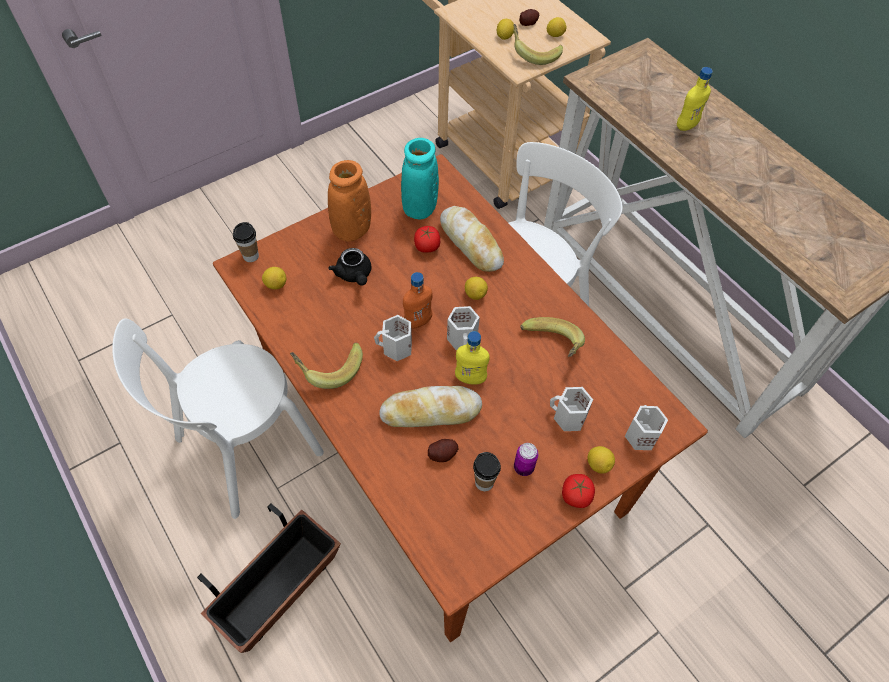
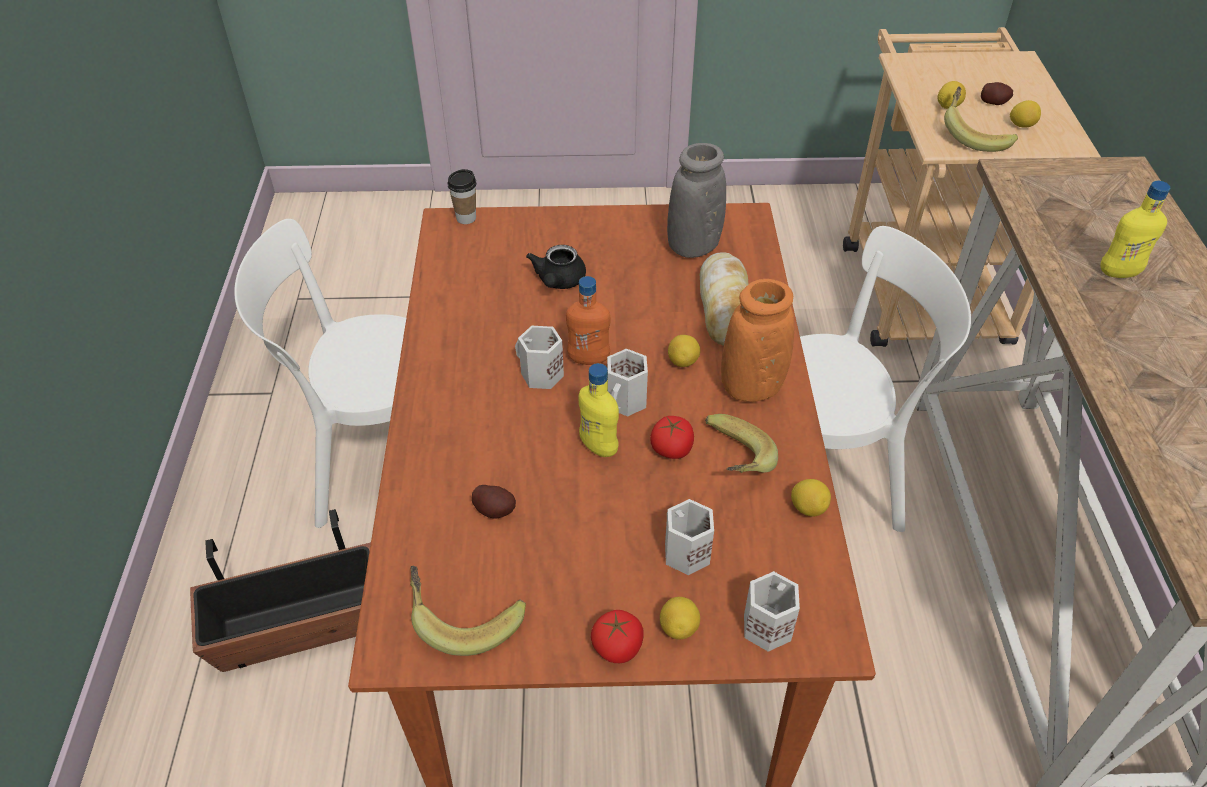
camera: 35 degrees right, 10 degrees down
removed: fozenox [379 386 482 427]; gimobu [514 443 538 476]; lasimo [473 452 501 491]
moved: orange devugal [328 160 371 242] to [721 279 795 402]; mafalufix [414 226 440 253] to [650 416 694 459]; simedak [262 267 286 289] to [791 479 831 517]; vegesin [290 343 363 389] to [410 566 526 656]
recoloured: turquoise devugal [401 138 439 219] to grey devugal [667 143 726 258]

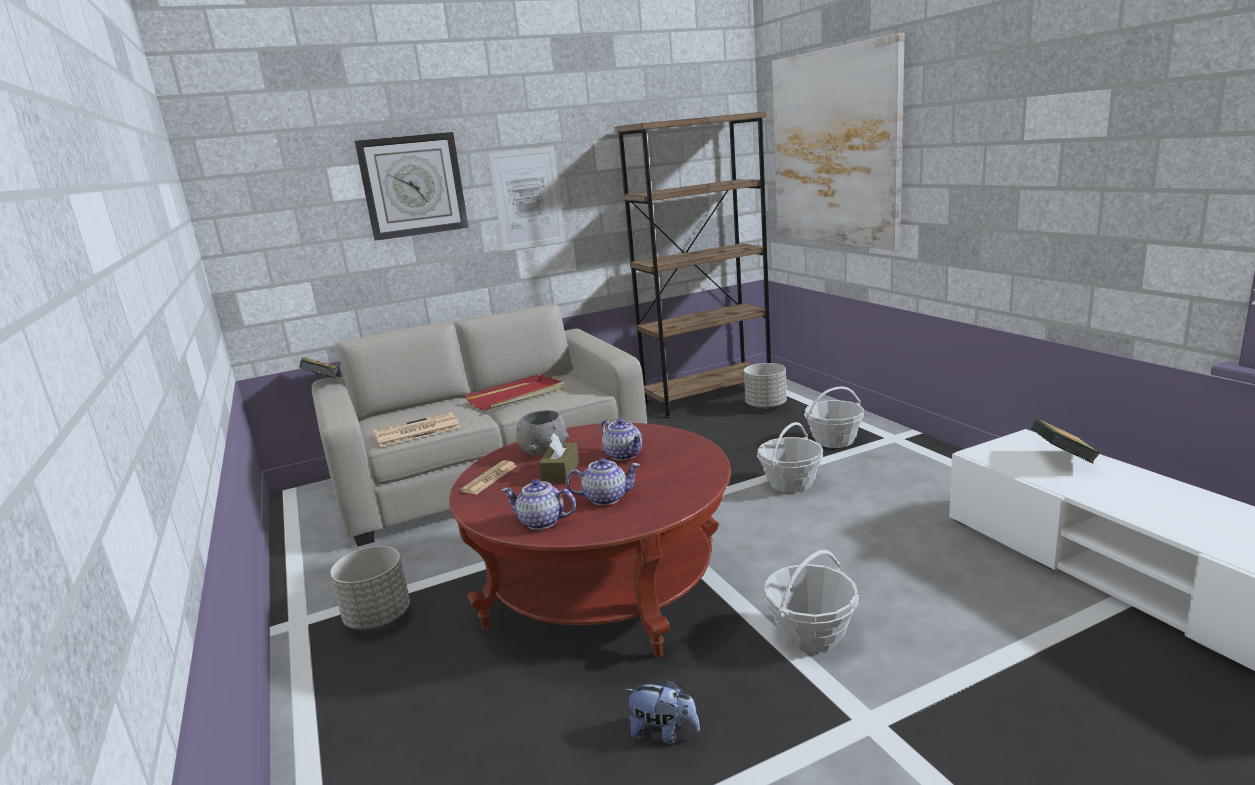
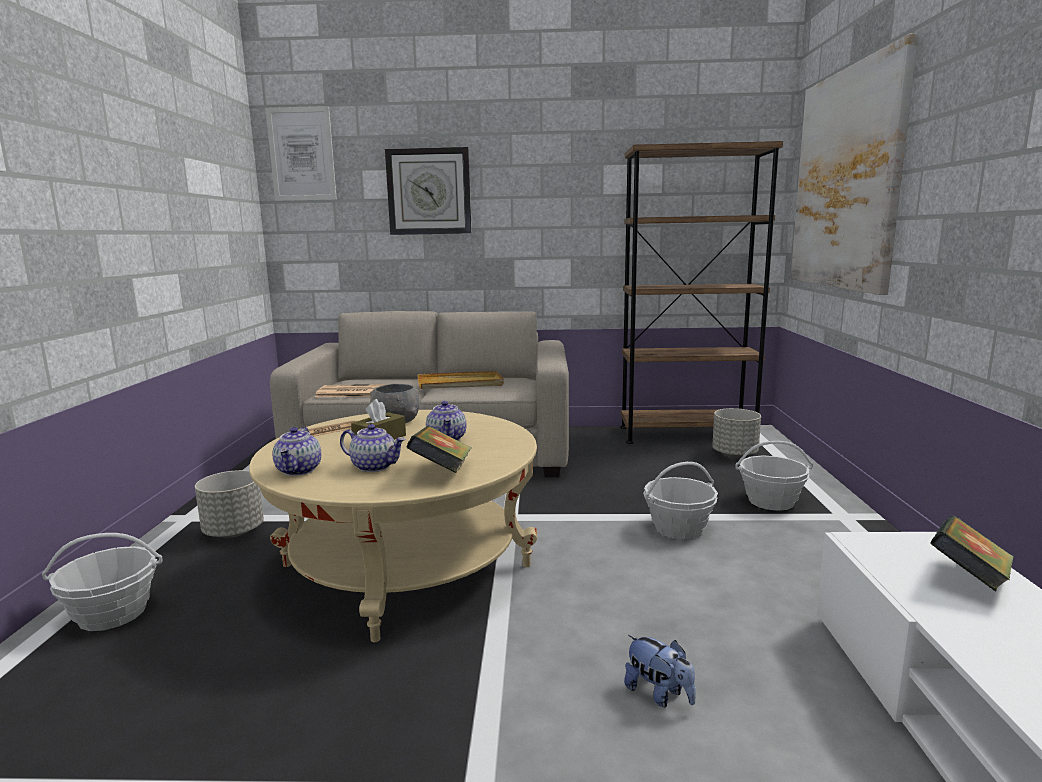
camera: 25 degrees right, 5 degrees down
moved: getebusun [488 146 565 251] to [265 106 337 201]; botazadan [299 358 339 378] to [406 426 471 473]; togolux [764 550 859 653] to [42 533 162 631]; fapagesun [624 679 700 744] to [624 635 696 707]
recoloured: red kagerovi [465 374 564 411] to beige kagerovi [417 371 504 389]; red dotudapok [449 423 731 658] to beige dotudapok [249 410 537 643]
turned: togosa [502 479 576 530] = [273 427 321 476] 135 degrees counterclockwise

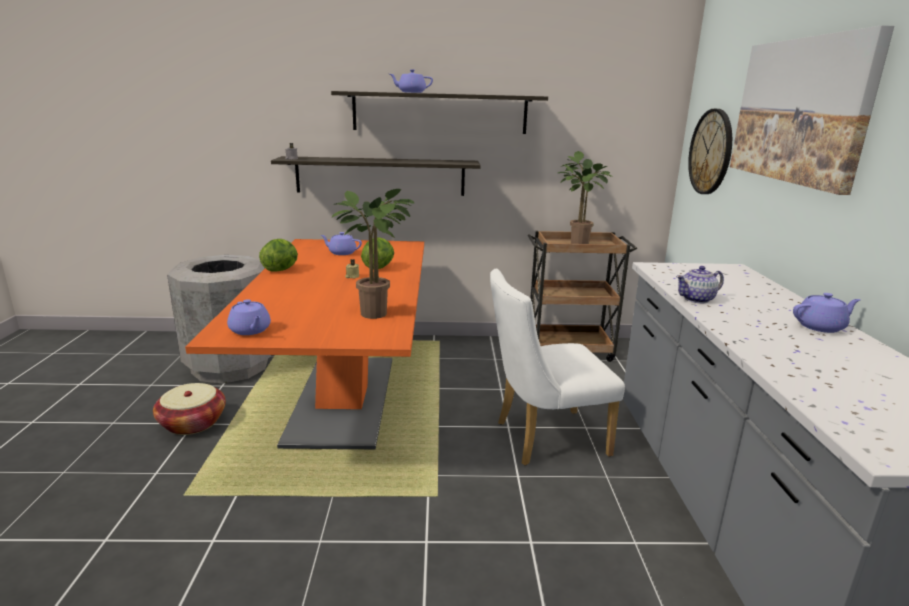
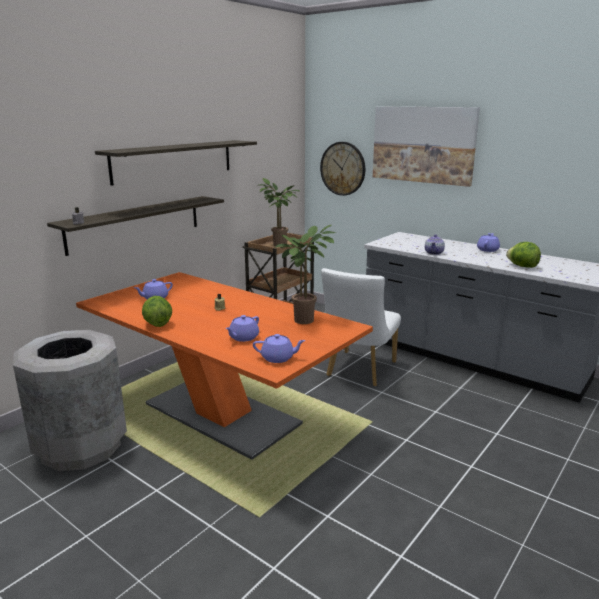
camera: 50 degrees left, 0 degrees up
removed: togolux [153 383 226 435]
moved: purple togosa [390 69 433 93] to [226 315 259 342]; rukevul [361 237 394 269] to [506 242 541 268]

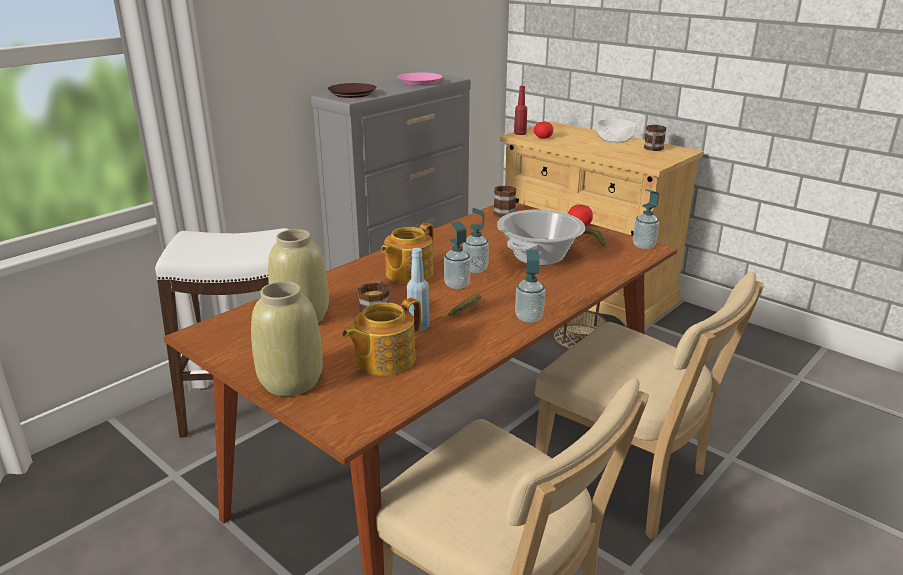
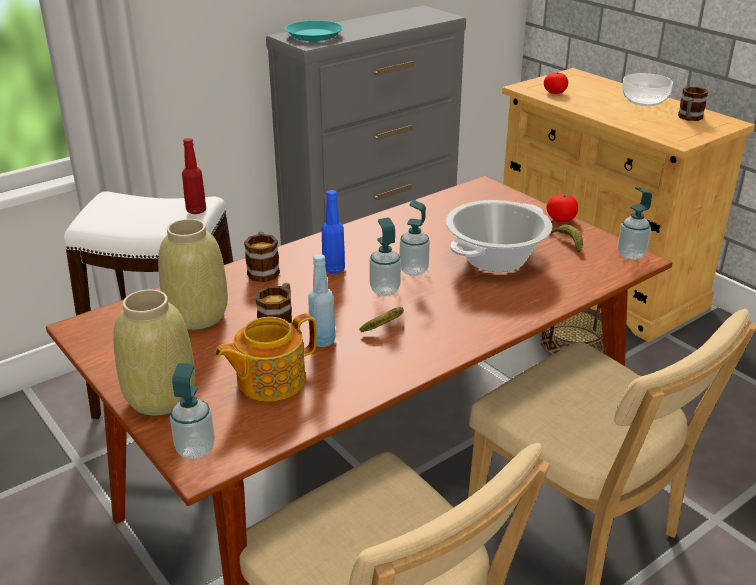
camera: 10 degrees right, 5 degrees up
removed: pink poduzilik [398 73 443 86]
moved: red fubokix [514 86 527 135] to [182 138 206 214]; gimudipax [494 185 516 218] to [244 231 280 282]; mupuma [515 250 545 323] to [170 363 215 459]
replaced: togosa [381 223 434 283] to blue fubokix [322 190 345 274]
recoloured: brown poduzilik [328 83 376 98] to turquoise poduzilik [285 20 343 41]

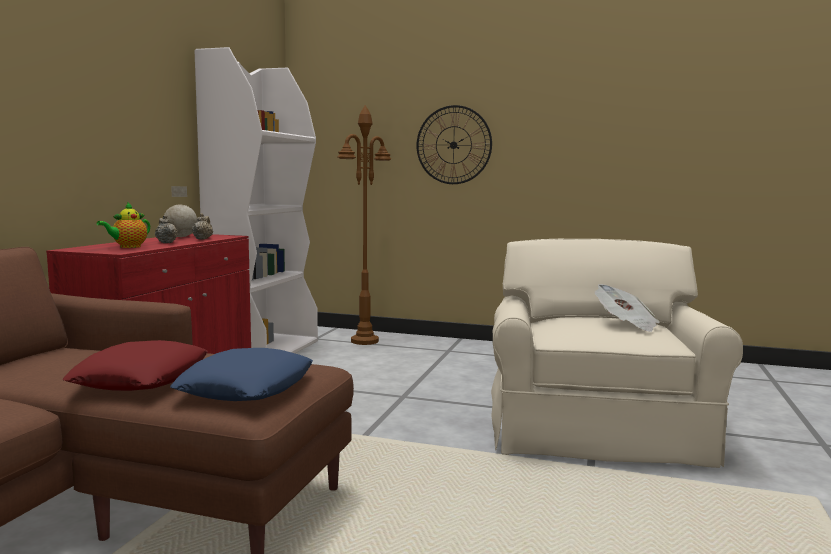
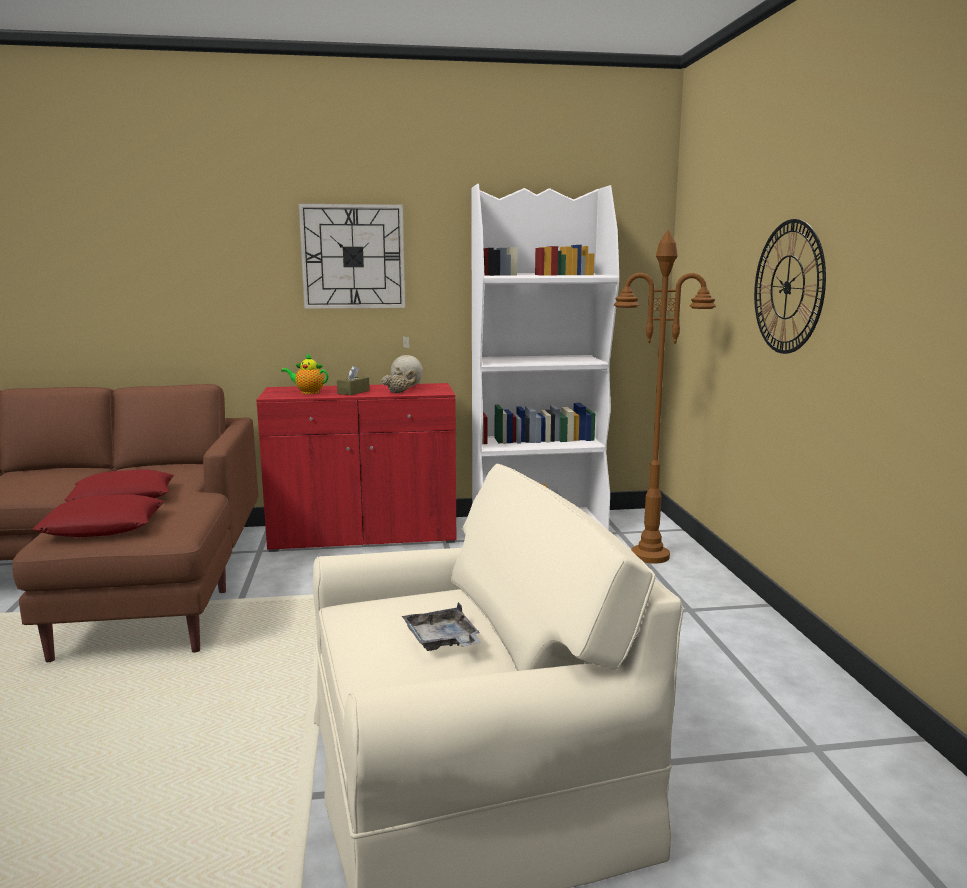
camera: 65 degrees right, 5 degrees up
added: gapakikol [299 204 405 309]
replaced: beige togosa [155 215 178 243] to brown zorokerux [337 365 370 395]; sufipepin [595 284 660 332] to grey kagerovi [402 602 481 651]
recoloured: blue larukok [170 348 313 401] to red larukok [33 494 164 537]

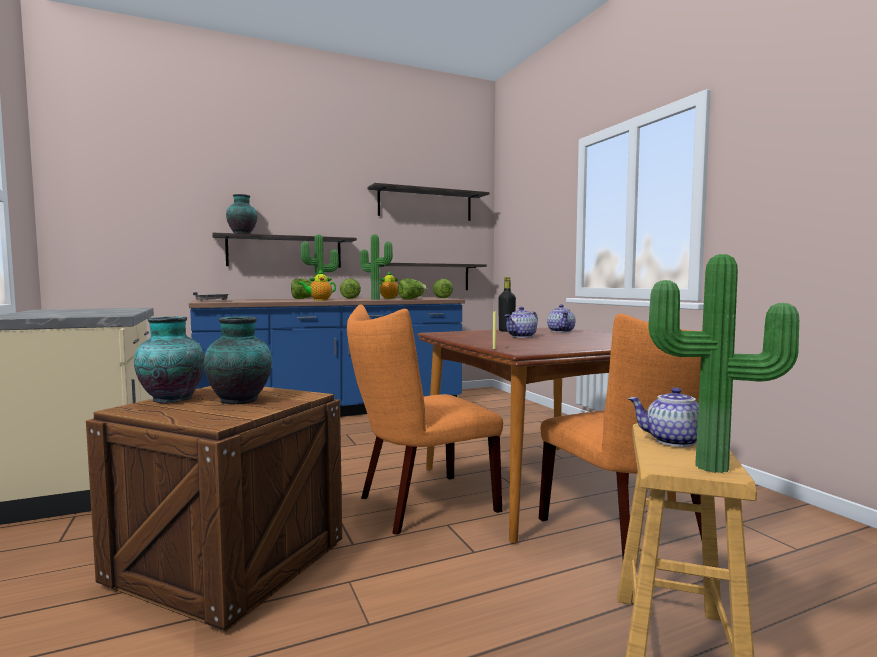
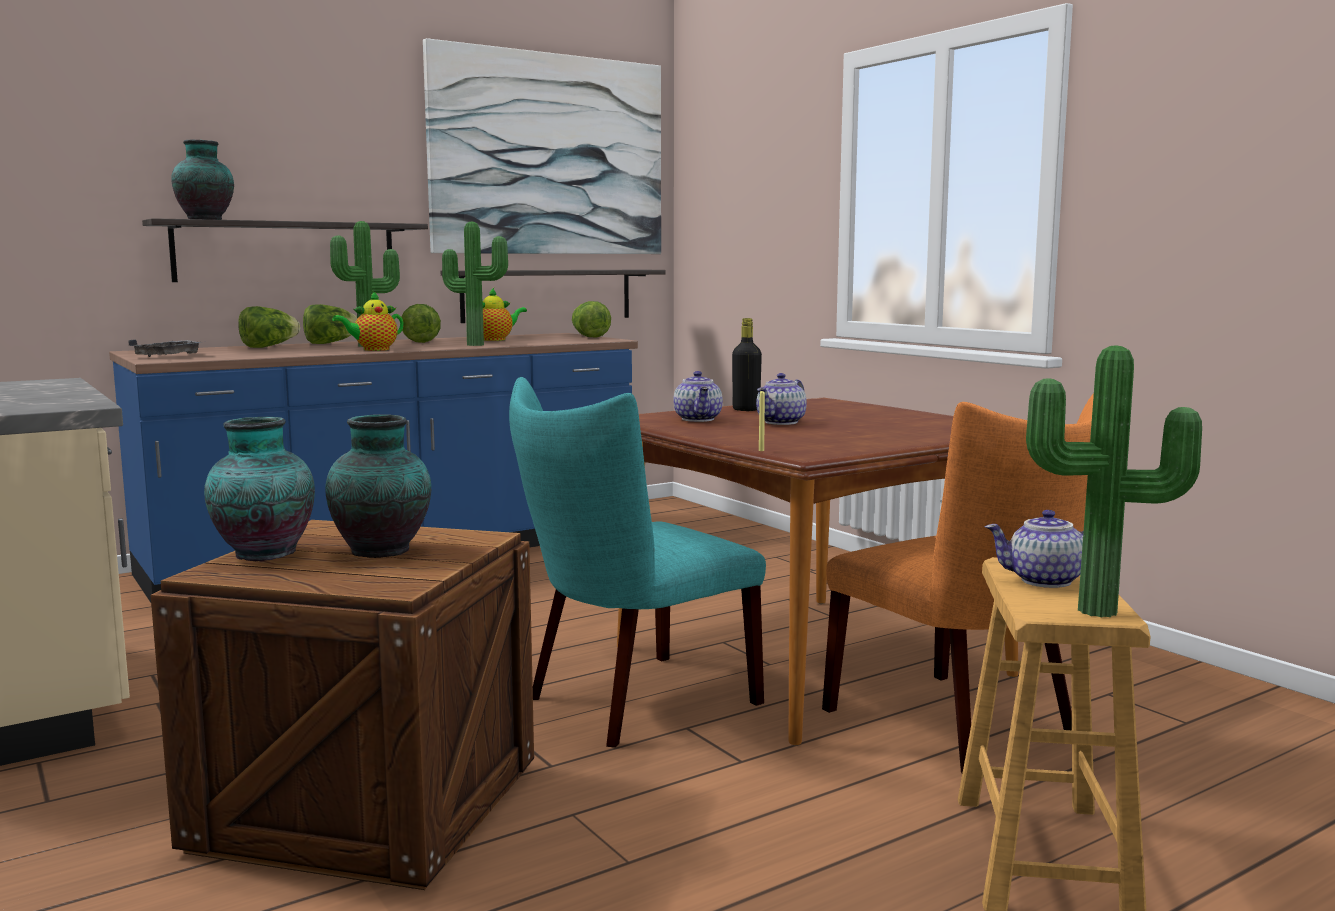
camera: 10 degrees left, 5 degrees up
moved: rukevul [398 279 427 299] to [238 306 300 348]; togosa [547 304 575 332] to [673 371 723 422]
replaced: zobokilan [368 183 490 221] to getebusun [423 38 661 254]
recoloured: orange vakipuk [347 305 503 535] to turquoise vakipuk [509 377 766 748]

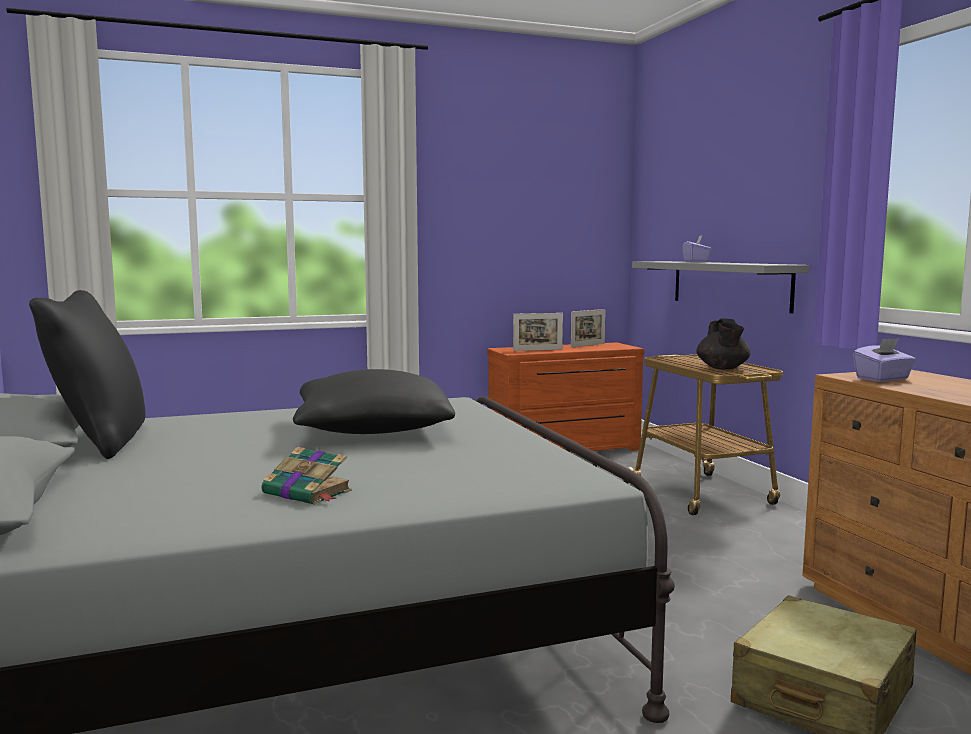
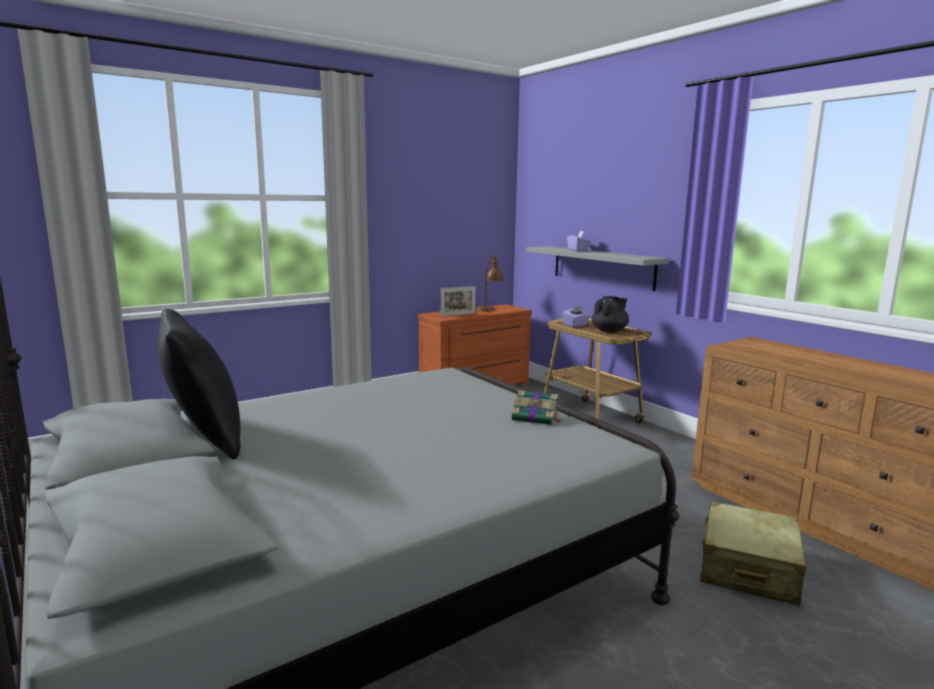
camera: 15 degrees left, 5 degrees up
removed: black larukok [293 369 455 434]
moved: purple zorokerux [853 338 916 382] to [562 305 590 327]; botazadan [262 447 351 505] to [512 390 561 425]
replaced: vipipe [571 309 606 348] to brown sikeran [477 256 503 311]
turned: black togosa [696 318 750 370] = [591 296 629 333] 120 degrees counterclockwise

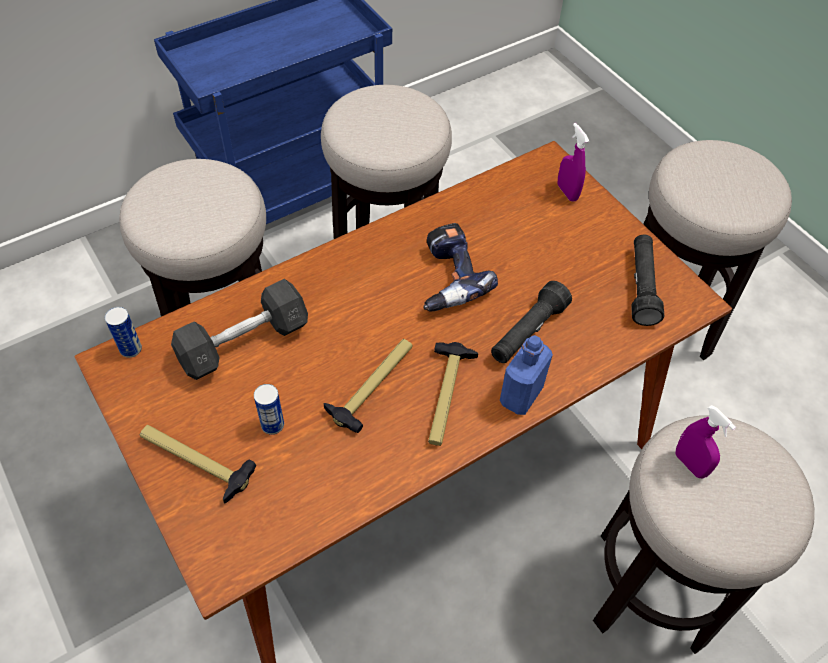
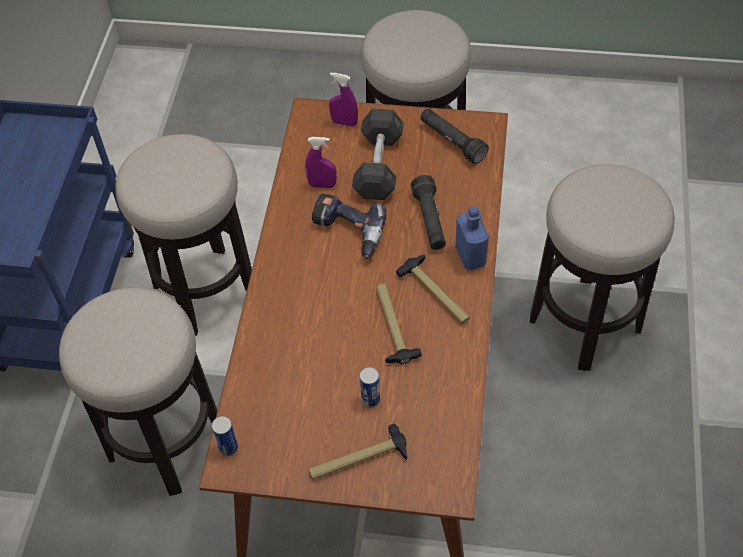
camera: 45 degrees left, 0 degrees up
moved: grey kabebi [171 279 308 380] to [352 108 404 200]; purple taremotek [675 405 736 479] to [305 137 337 188]

